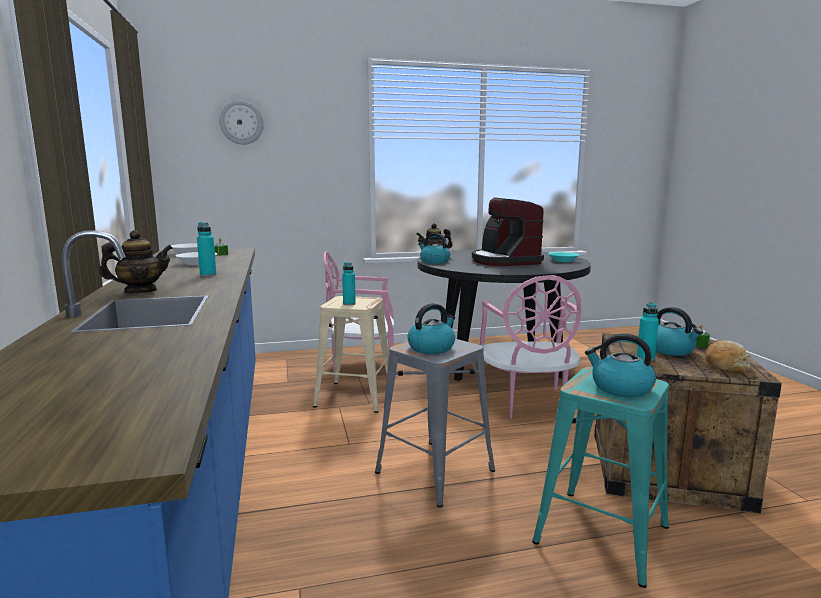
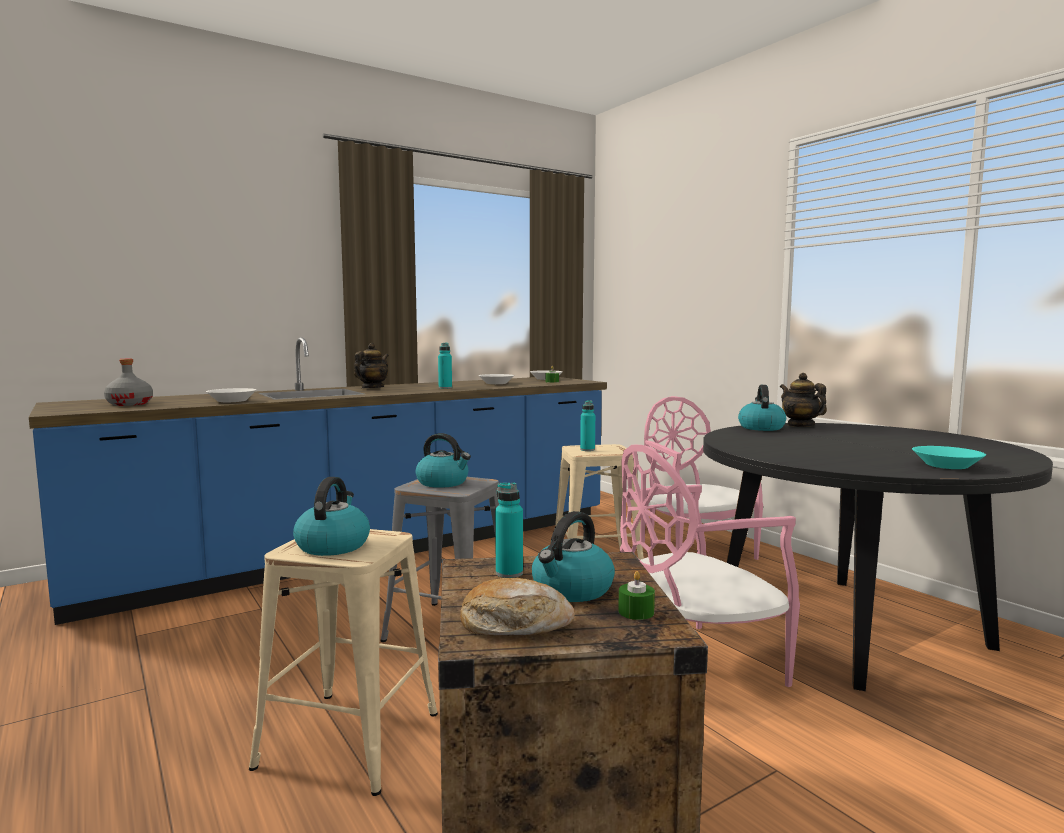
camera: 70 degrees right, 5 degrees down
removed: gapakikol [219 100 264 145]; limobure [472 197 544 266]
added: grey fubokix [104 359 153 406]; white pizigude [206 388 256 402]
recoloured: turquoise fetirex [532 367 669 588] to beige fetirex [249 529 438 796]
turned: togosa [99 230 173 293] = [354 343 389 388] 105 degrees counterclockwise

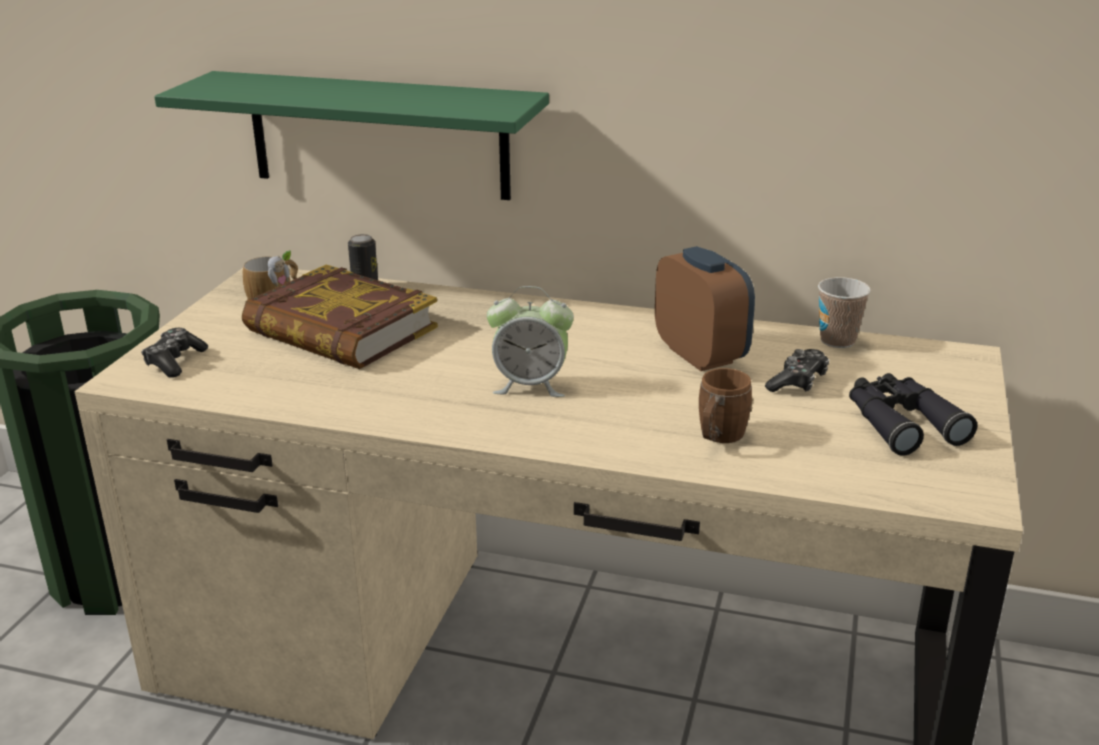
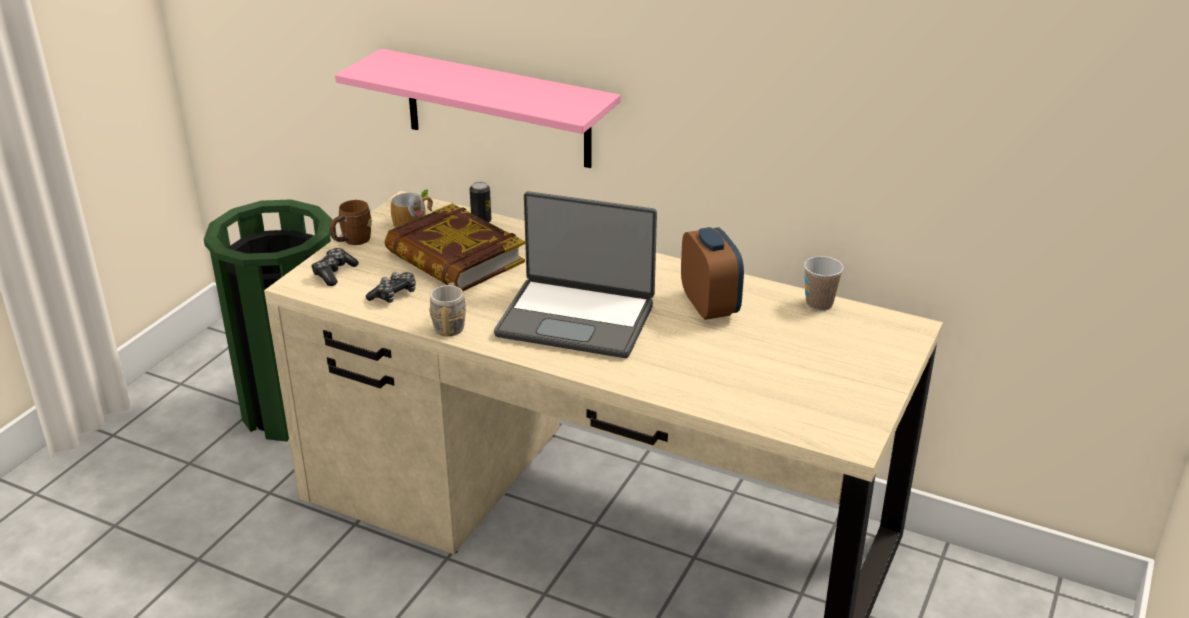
camera: 10 degrees right, 5 degrees up
removed: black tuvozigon [849 373 977 456]
added: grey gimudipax [429 282 466 336]
moved: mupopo [765 349 830 392] to [366 272 416 303]; brown gimudipax [699 368 753 443] to [330 200 372 245]
replaced: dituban [487 286 574 397] to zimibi [494 191 657 358]
recoloured: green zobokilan [154 71 549 200] to pink zobokilan [335 49 621 168]

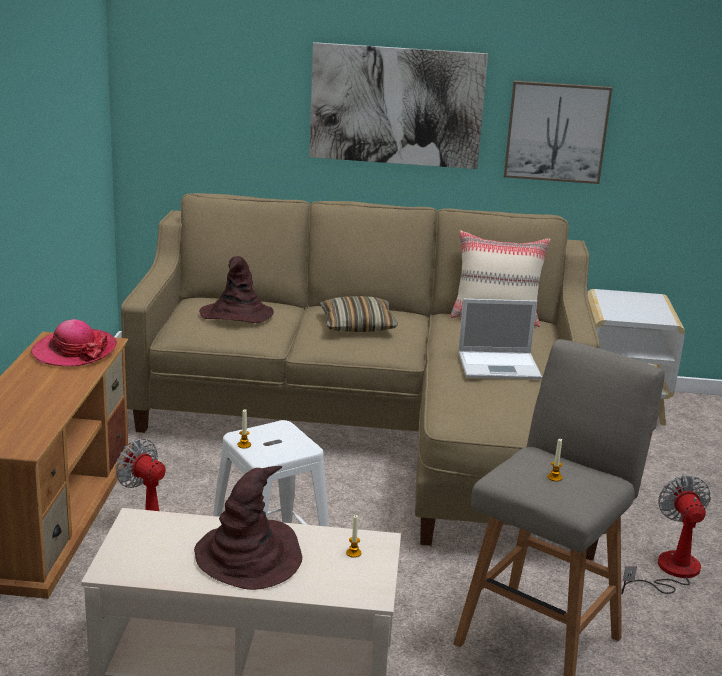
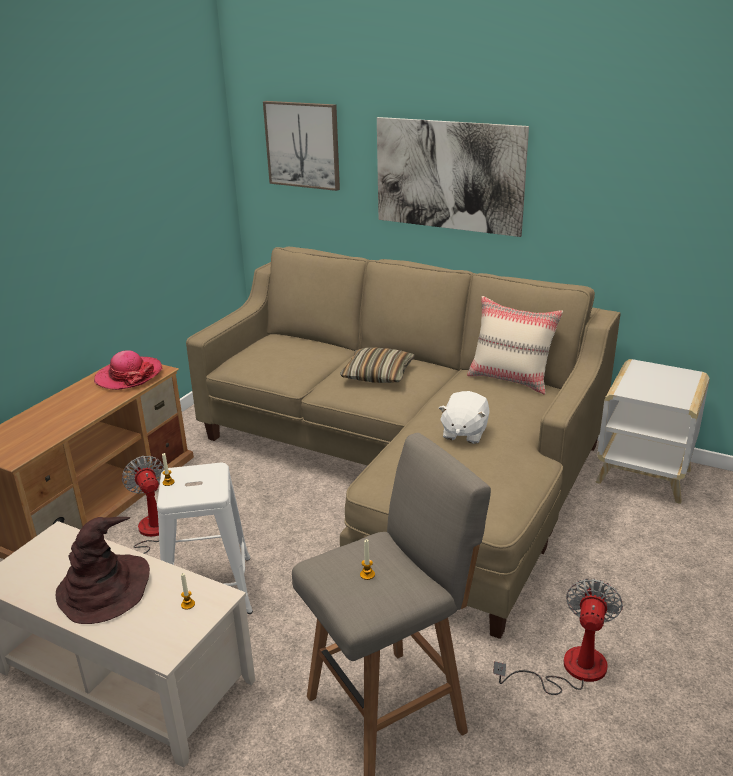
camera: 25 degrees right, 5 degrees up
removed: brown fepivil [199 256 274 323]
moved: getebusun [504 81 612 184] to [263 101 340 191]
replaced: zimibi [458 299 542 379] to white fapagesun [439 391 490 444]

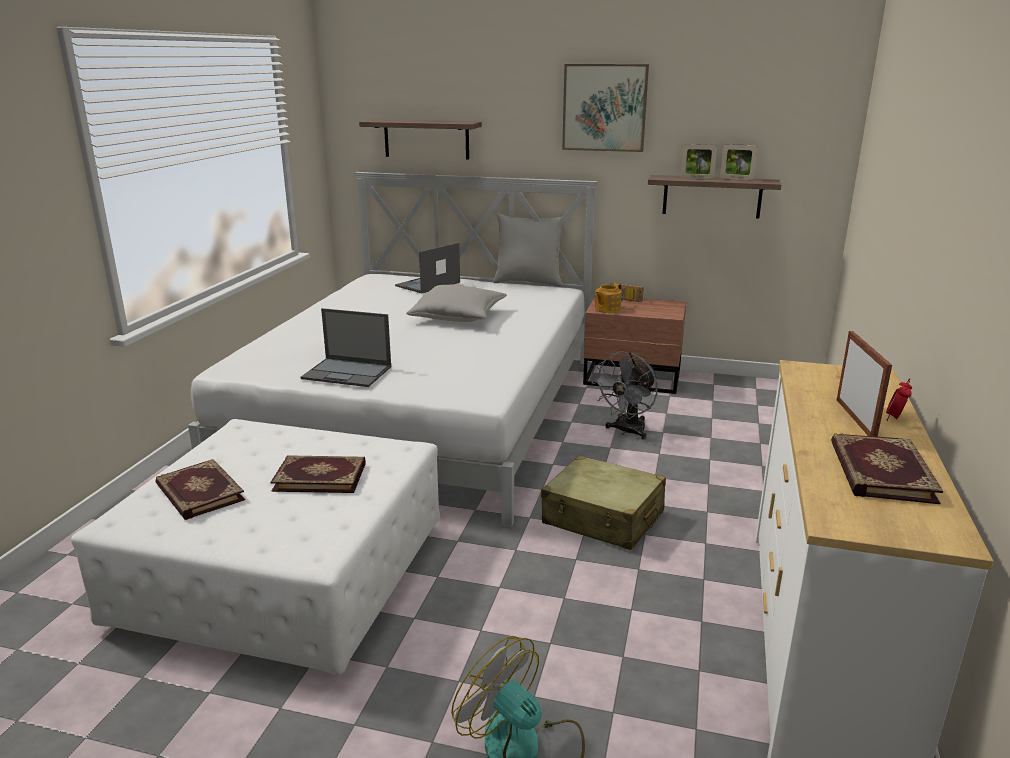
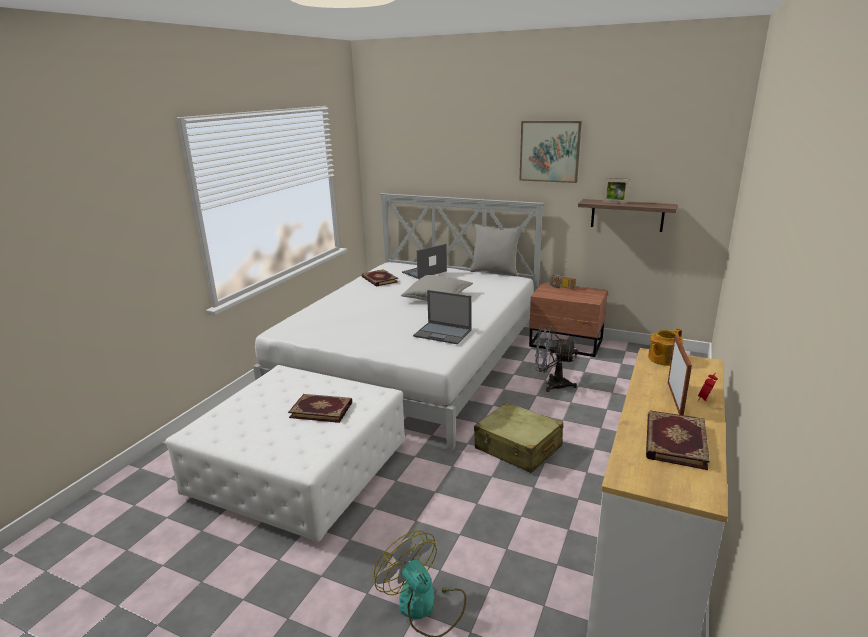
camera: 10 degrees right, 0 degrees up
removed: zobokilan [359 119 482 159]; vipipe [720 144 758 180]
moved: togosa [595 283 622 313] to [648 328 683 366]; zimibi [301 308 391 387] to [413 290 472 344]; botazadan [155 459 245 520] to [362 269 398 287]
turned: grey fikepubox [591 351 658 440] = [535 325 578 392] 60 degrees clockwise

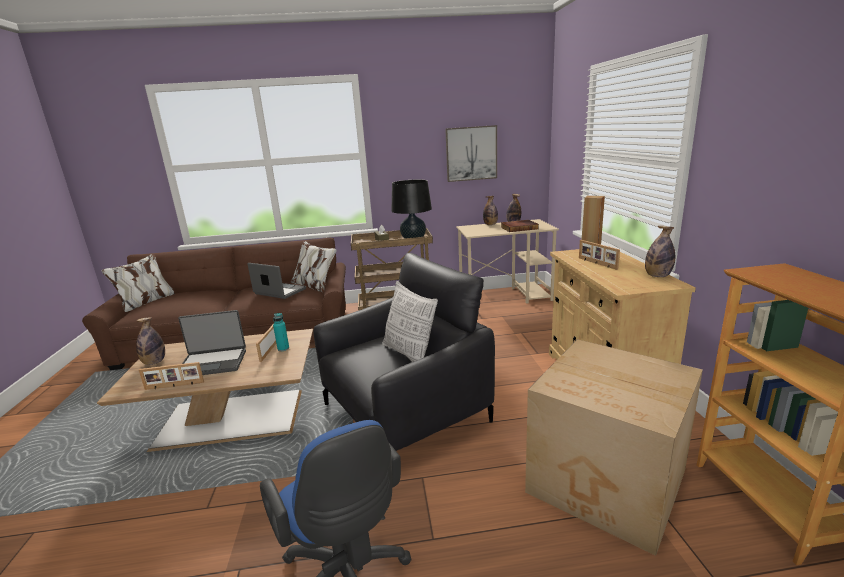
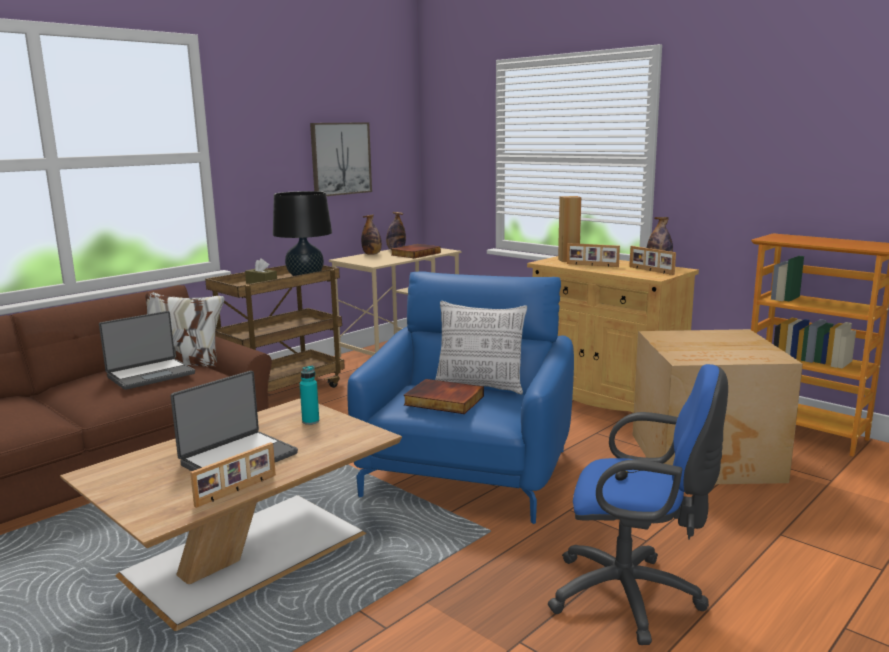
camera: 40 degrees left, 5 degrees down
removed: fubokix [136 317 165 365]
added: botazadan [404 379 484 414]
moved: vipipe [256 325 276 362] to [629 246 676 275]
recoloured: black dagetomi [313 253 495 451] to blue dagetomi [347 272 574 524]
turned: zimibi [247 263 306 299] = [99 311 195 390] 150 degrees clockwise

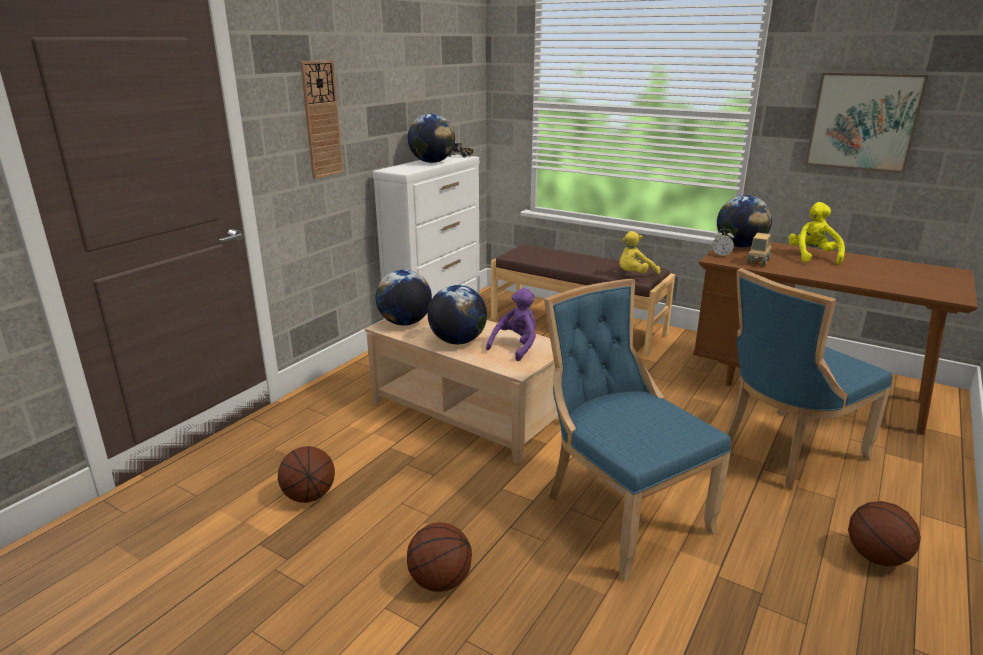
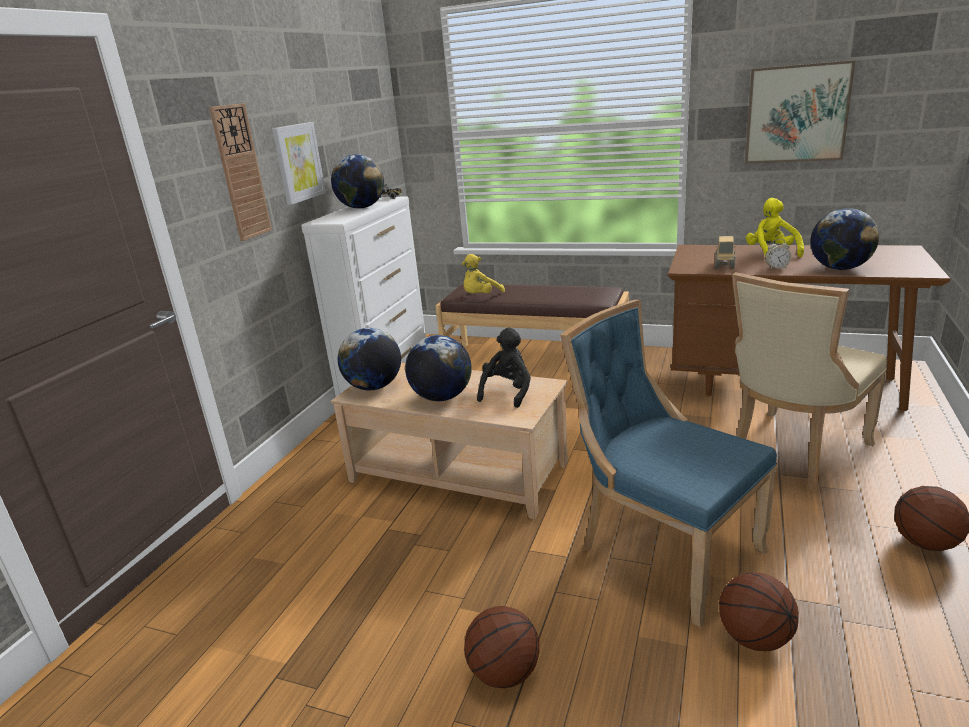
camera: 10 degrees left, 0 degrees up
added: getebusun [272 122 326 205]
moved: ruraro [717 195 772 248] to [810 208 879 270]; dituban [712 229 734 256] to [765 239 791 270]; yellow fapagesun [619 231 660 274] to [462 254 505 293]; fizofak [278 446 335 503] to [719 572 799 651]
recoloured: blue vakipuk [726 268 892 490] to beige vakipuk [732 272 887 491]; purple fapagesun [486 288 536 361] to black fapagesun [477 327 531 408]

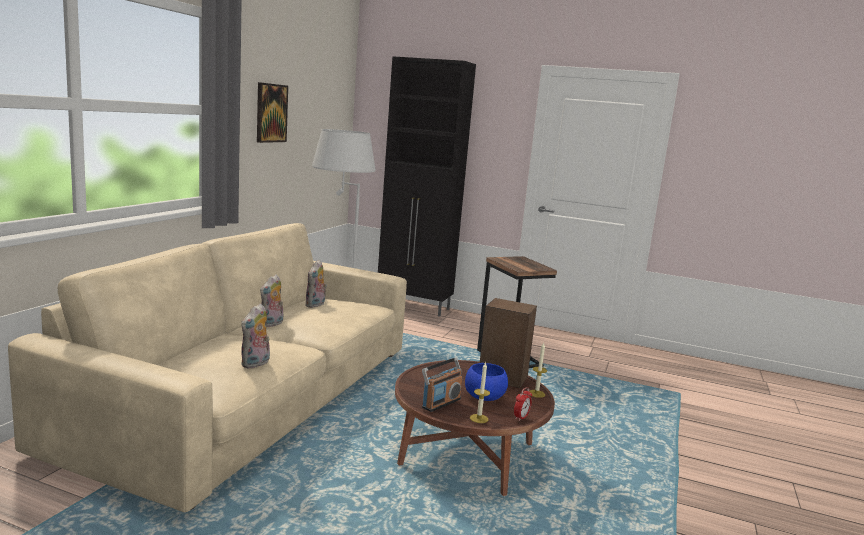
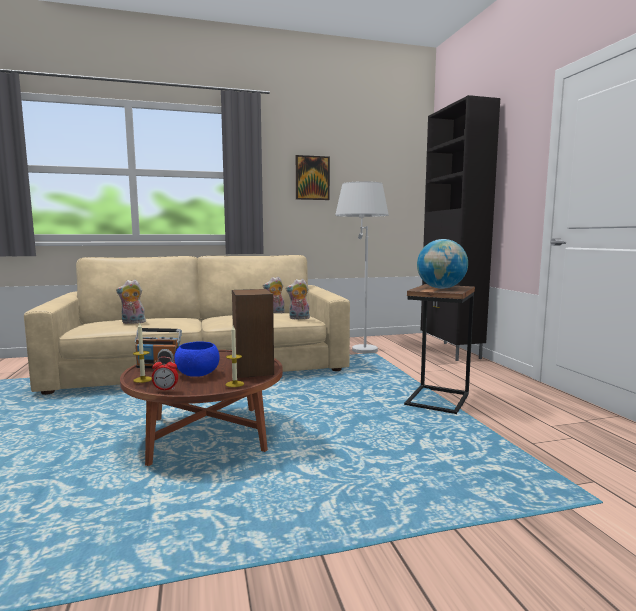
camera: 55 degrees right, 5 degrees down
added: ruraro [417 239 468 289]
moved: fapagesun [260 275 283 327] to [286 279 310 319]

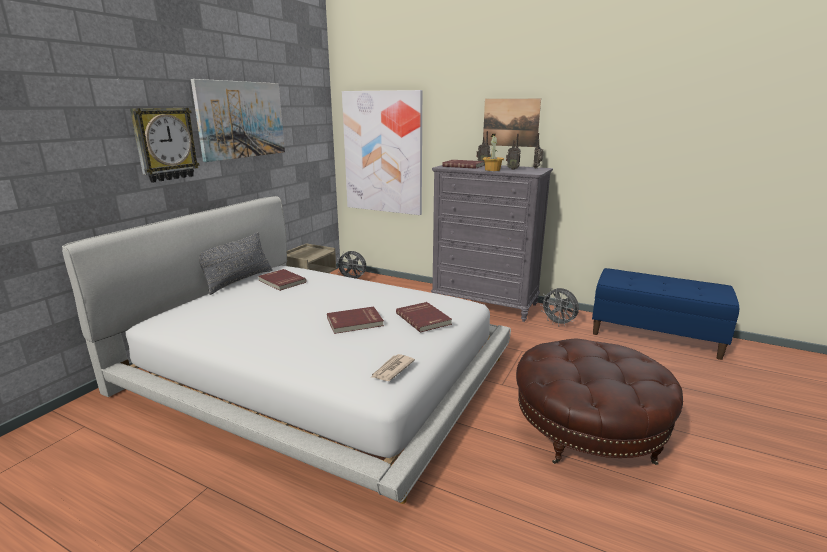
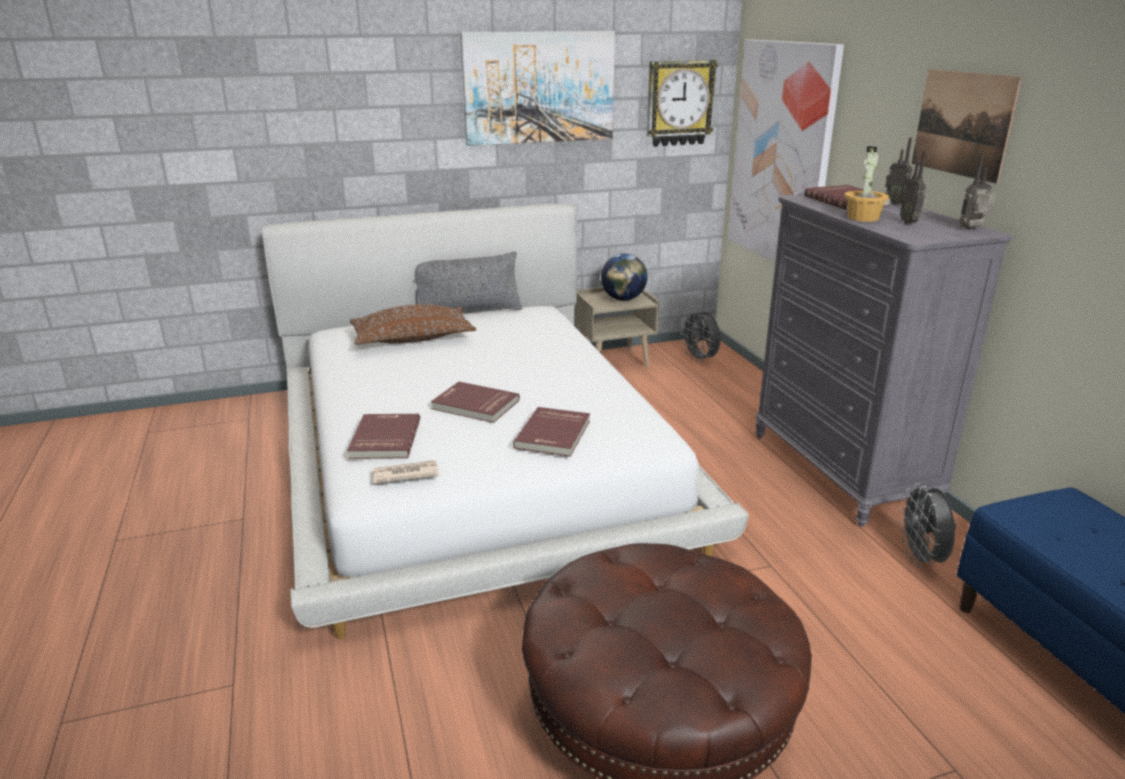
camera: 45 degrees right, 5 degrees up
added: ruraro [601 253 647 301]; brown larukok [350 305 476 345]
moved: gapakikol [130 108 200 182] to [647 60 718 147]; red botazadan [258 269 307 291] to [347 414 420 459]

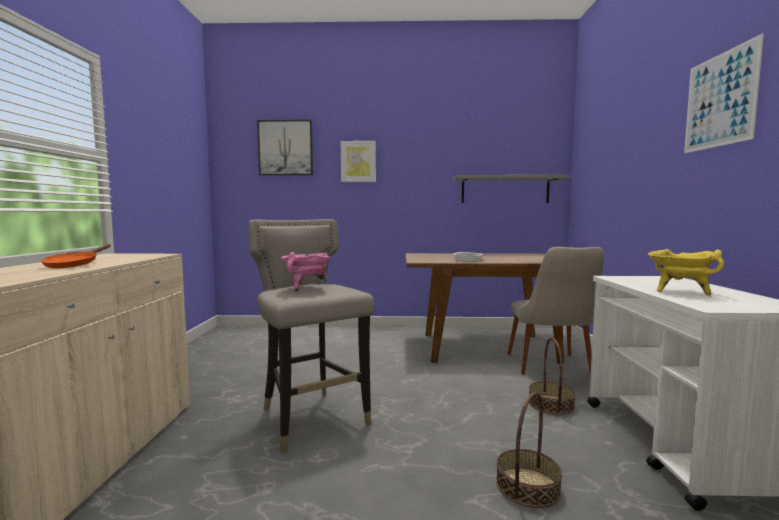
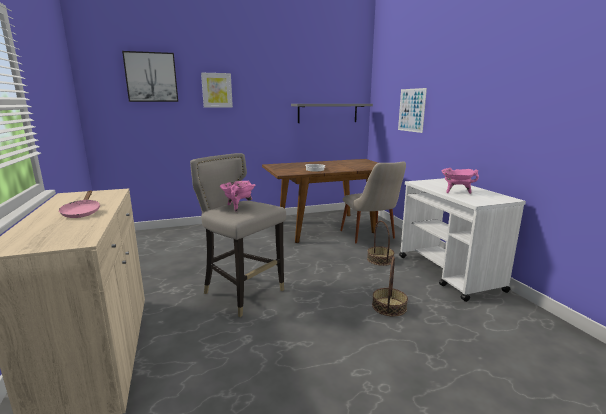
camera: 20 degrees left, 10 degrees up
moved: getebusun [684 33 764 153] to [398 88 427 133]
recoloured: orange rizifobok [41 244 111 268] to pink rizifobok [59 191 100 218]; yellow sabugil [648 249 724 296] to pink sabugil [442 168 479 194]

